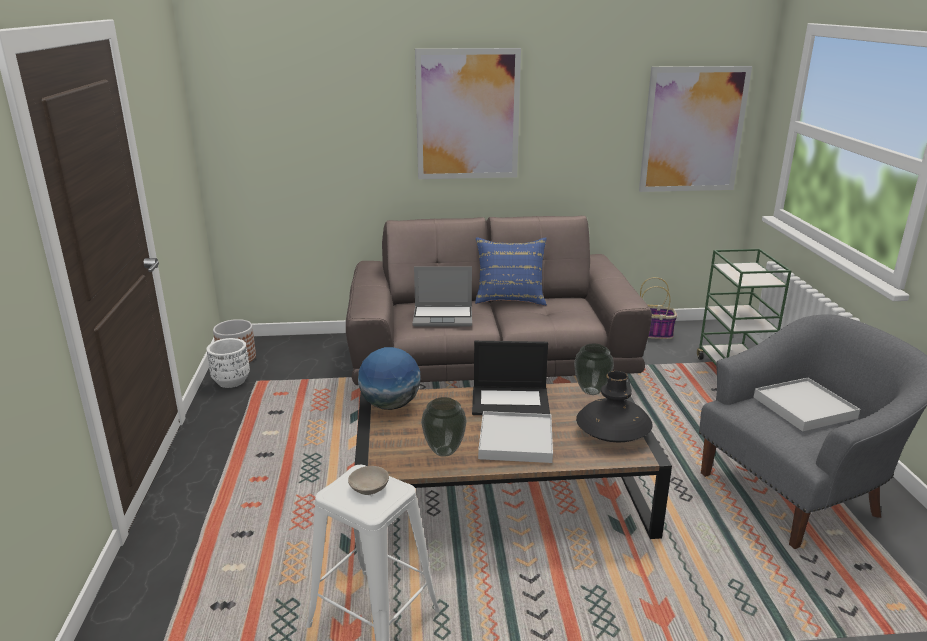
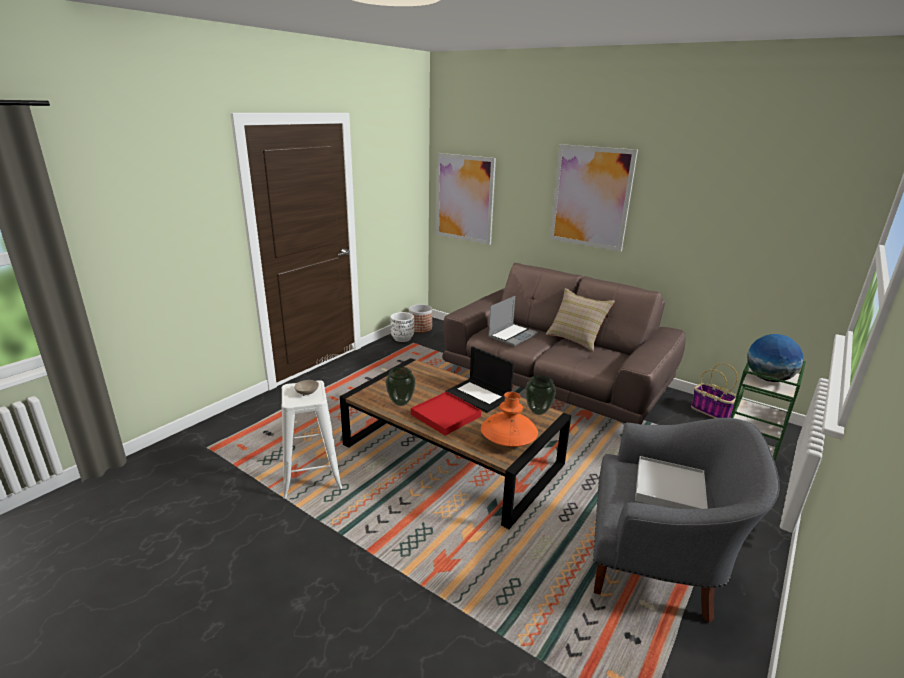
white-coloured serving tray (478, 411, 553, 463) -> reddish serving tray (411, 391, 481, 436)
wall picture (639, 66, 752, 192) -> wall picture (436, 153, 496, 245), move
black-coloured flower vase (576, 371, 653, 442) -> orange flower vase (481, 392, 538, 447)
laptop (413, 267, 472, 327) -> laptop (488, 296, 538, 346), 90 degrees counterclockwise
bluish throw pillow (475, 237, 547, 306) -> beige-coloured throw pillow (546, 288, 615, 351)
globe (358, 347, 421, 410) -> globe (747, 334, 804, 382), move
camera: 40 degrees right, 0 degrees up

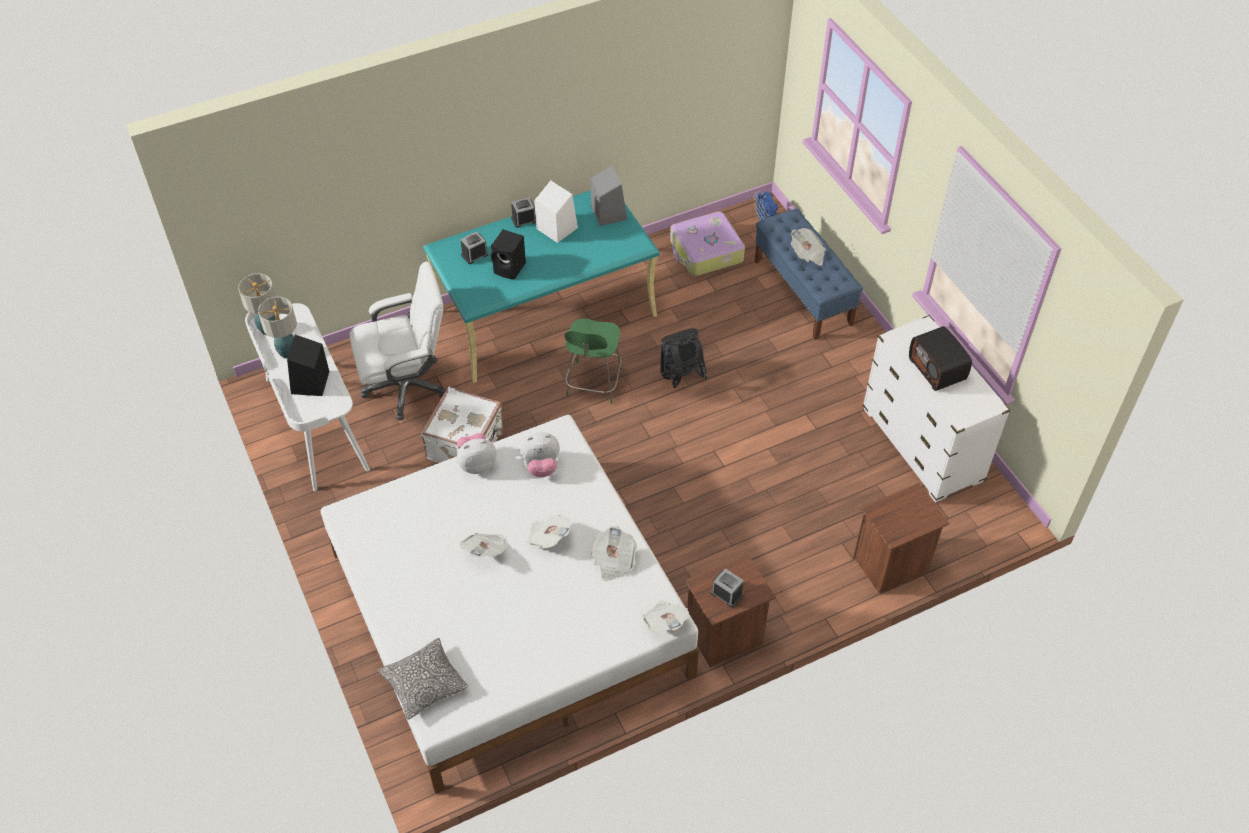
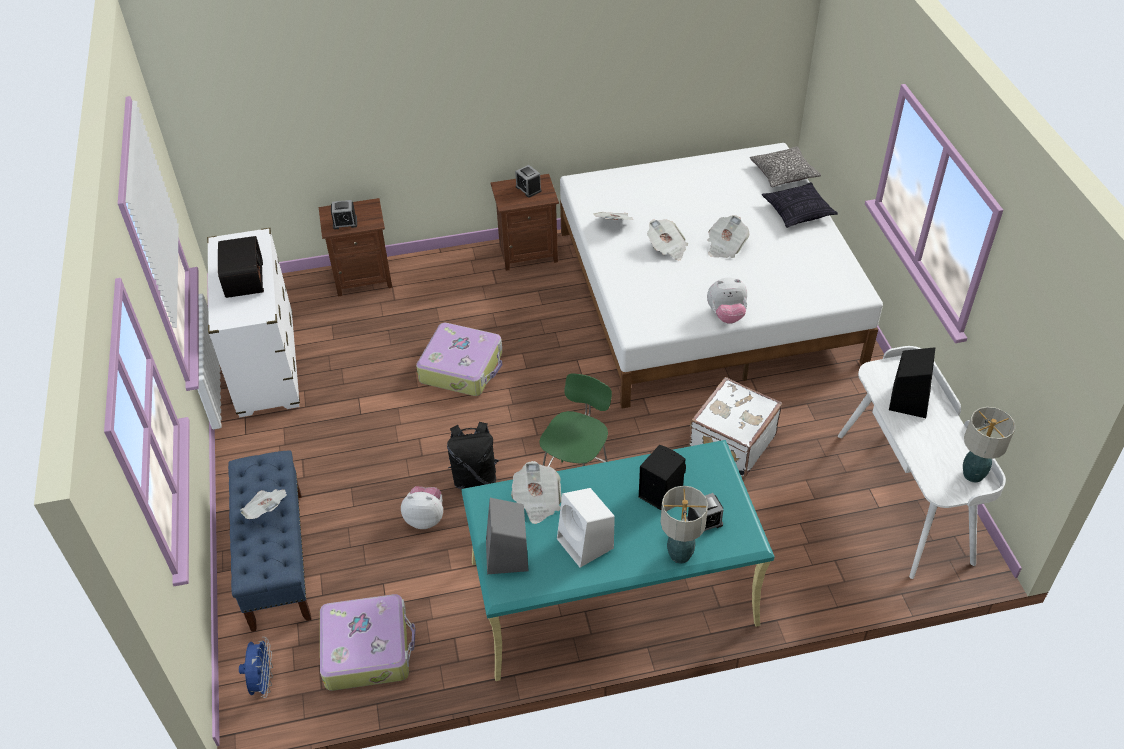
table clock (511, 198, 536, 228) -> table clock (331, 200, 357, 230), move
plush toy (520, 432, 560, 477) -> plush toy (401, 486, 443, 529), move
none -> piece of luggage (416, 323, 502, 396)
newspaper (642, 600, 690, 633) -> newspaper (511, 461, 562, 524), move
lamp for a table (258, 297, 297, 359) -> lamp for a table (660, 486, 708, 564), move
none -> throw pillow (762, 182, 838, 228)
white-coloured desk chair (349, 261, 445, 420) -> none
camera: 165 degrees left, 5 degrees down

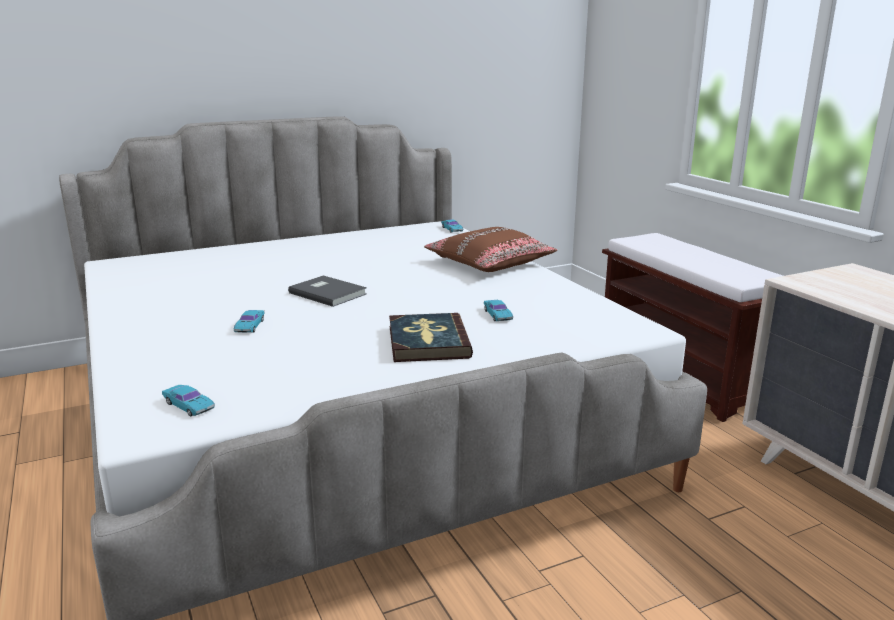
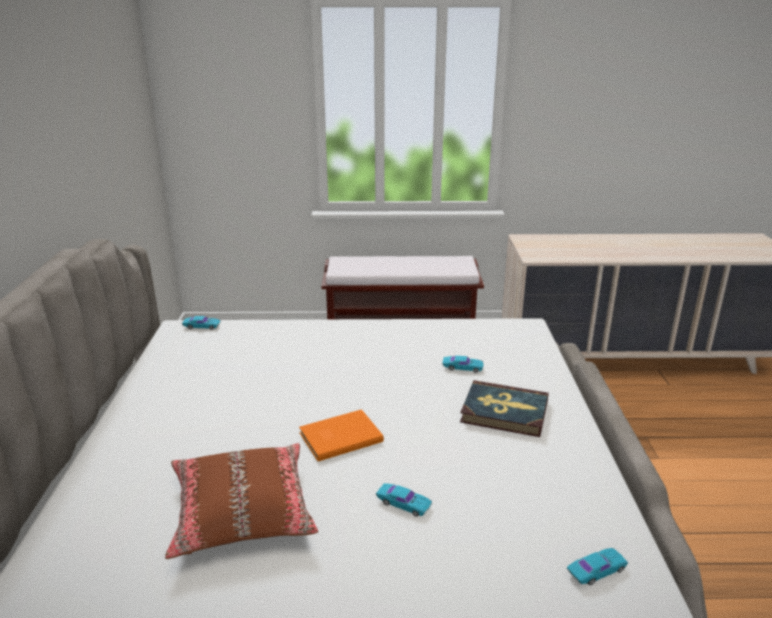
brownish throw pillow (424, 227, 557, 272) -> brownish throw pillow (165, 443, 318, 559), move
grey book (288, 276, 367, 307) -> orange book (299, 409, 384, 461)
camera: 65 degrees left, 5 degrees up

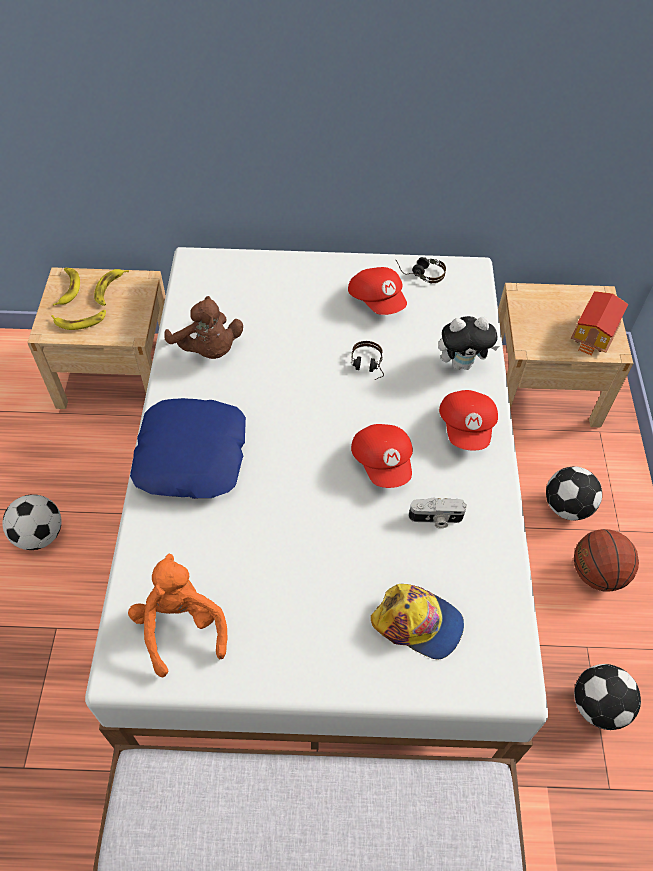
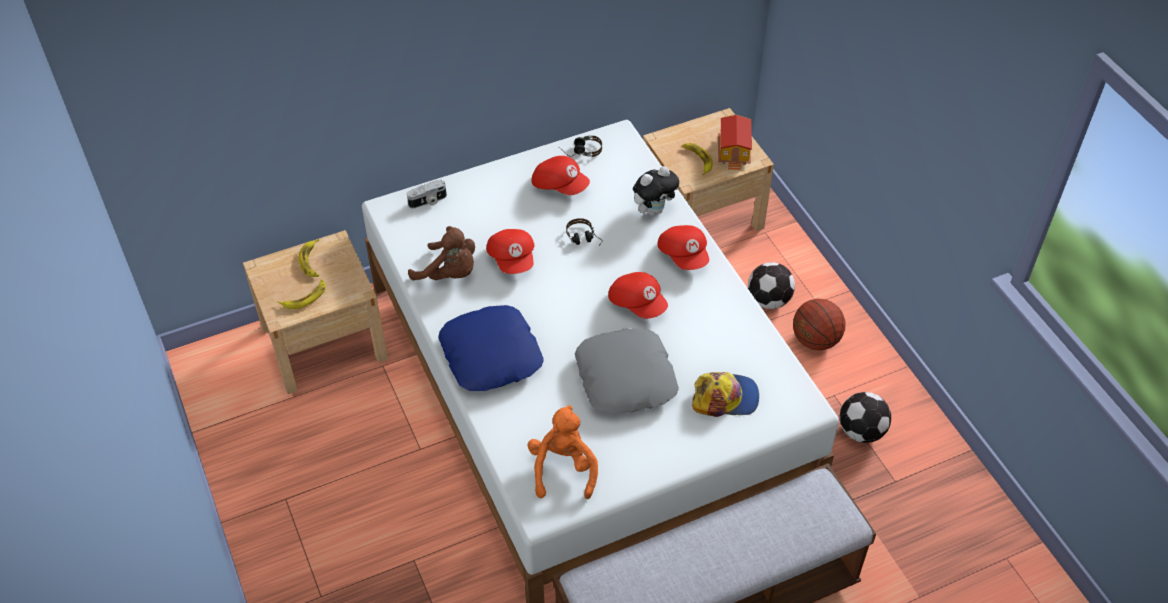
still camera (409, 497, 467, 529) -> still camera (407, 180, 447, 209), move
none -> reddish peaked cap (486, 229, 534, 274)
orange plush toy (128, 554, 227, 677) -> orange plush toy (527, 405, 598, 499), 45 degrees clockwise
none -> grey throw pillow (575, 328, 679, 414)
banana fruit (53, 268, 80, 306) -> banana fruit (682, 143, 713, 175), move
football (2, 494, 62, 550) -> none
camera: 25 degrees left, 5 degrees down

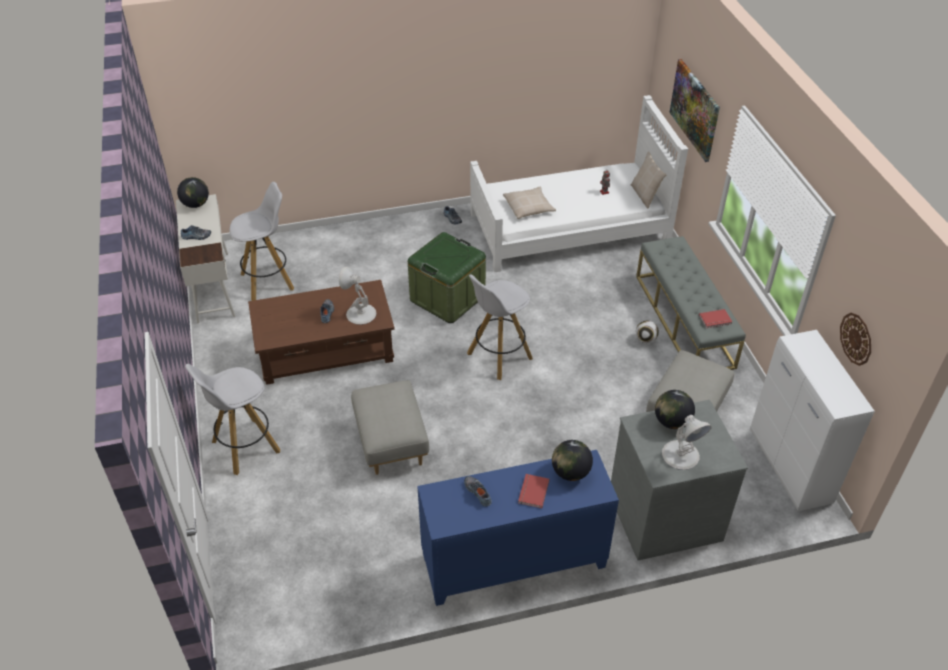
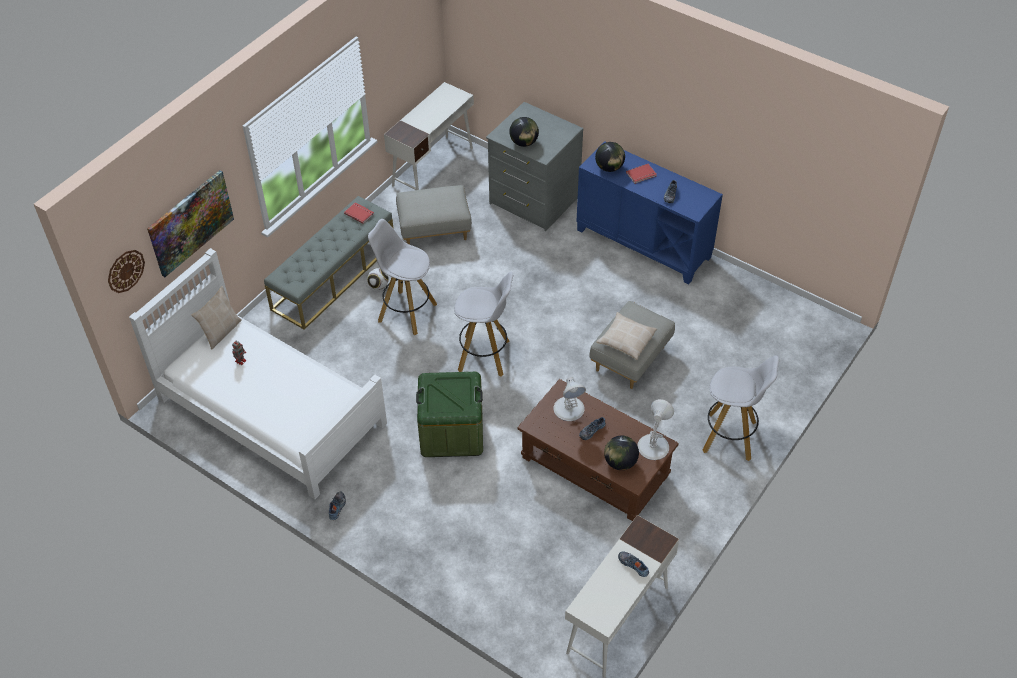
hanging clock (840, 313, 871, 366) -> hanging clock (108, 250, 145, 293), move
white-coloured stool (229, 182, 294, 301) -> white-coloured stool (368, 219, 437, 335), move
white-coloured cupboard (750, 330, 875, 511) -> white-coloured desk unit (384, 82, 474, 190)
beige-coloured throw pillow (503, 186, 556, 219) -> beige-coloured throw pillow (596, 312, 657, 360), move
globe (177, 177, 209, 208) -> globe (604, 436, 639, 470), move
white-coloured lamp for a table (662, 415, 712, 470) -> white-coloured lamp for a table (637, 399, 674, 460), move
camera: 130 degrees left, 5 degrees up

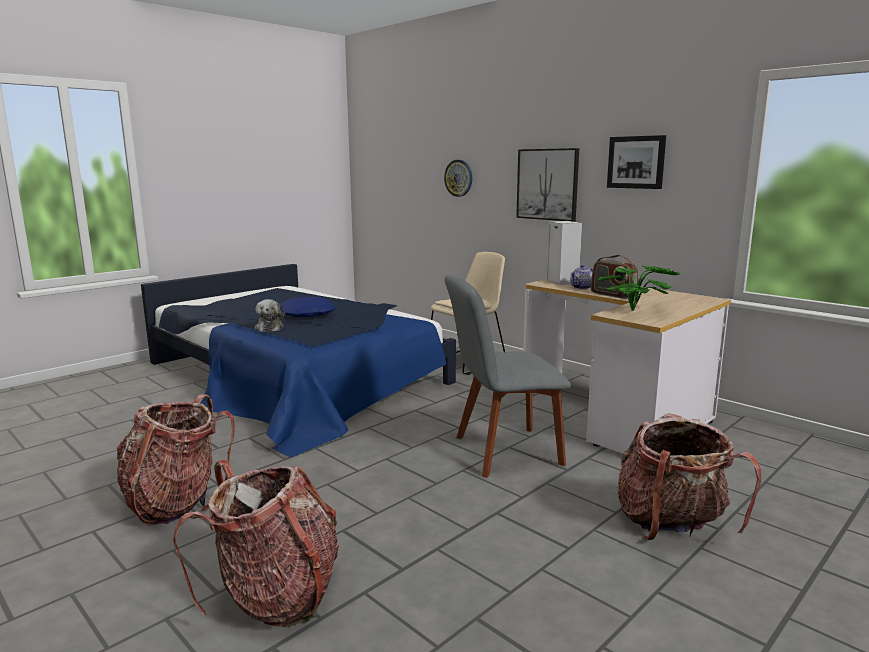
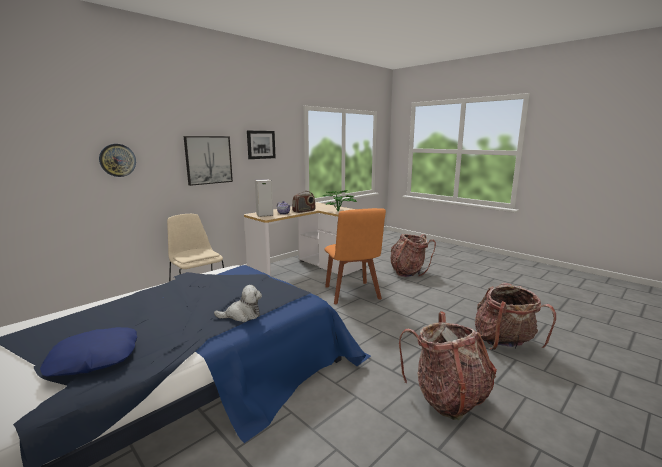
bluish throw pillow (279, 297, 336, 317) -> bluish throw pillow (40, 327, 137, 377), move
grey upright chair (444, 275, 571, 478) -> orange upright chair (324, 208, 386, 304)
camera: 90 degrees left, 0 degrees up

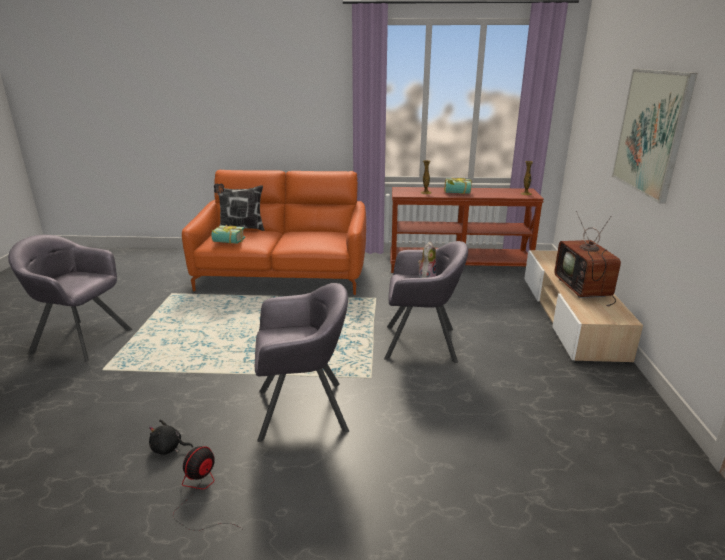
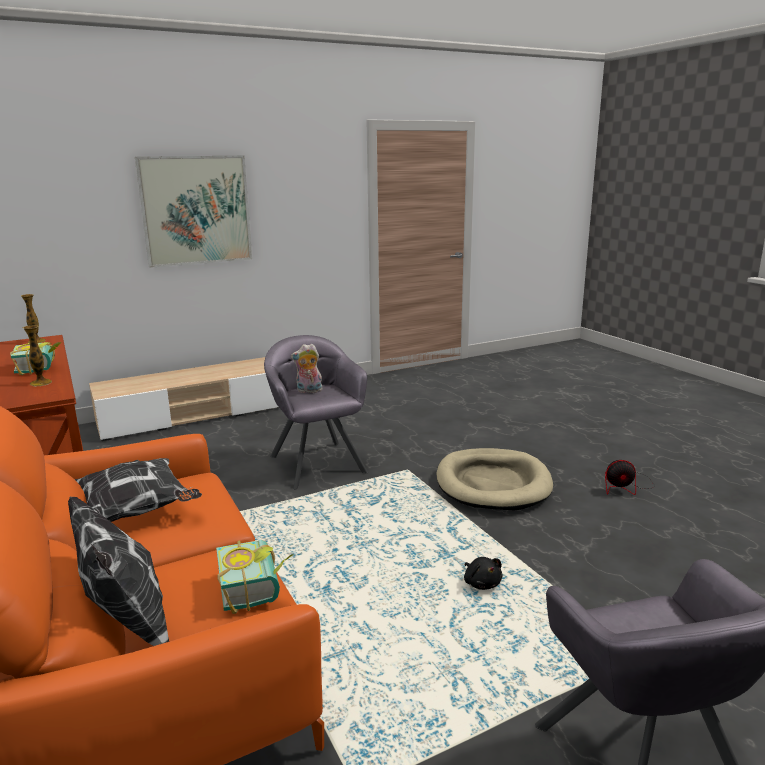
none -> throw pillow (75, 458, 202, 522)
grey lounge chair (255, 283, 349, 442) -> beige-coloured dog bed (436, 448, 553, 510)
black-coloured plush toy (149, 420, 193, 455) -> black-coloured plush toy (464, 557, 502, 590), move
TV (554, 211, 621, 307) -> none
camera: 120 degrees left, 5 degrees down

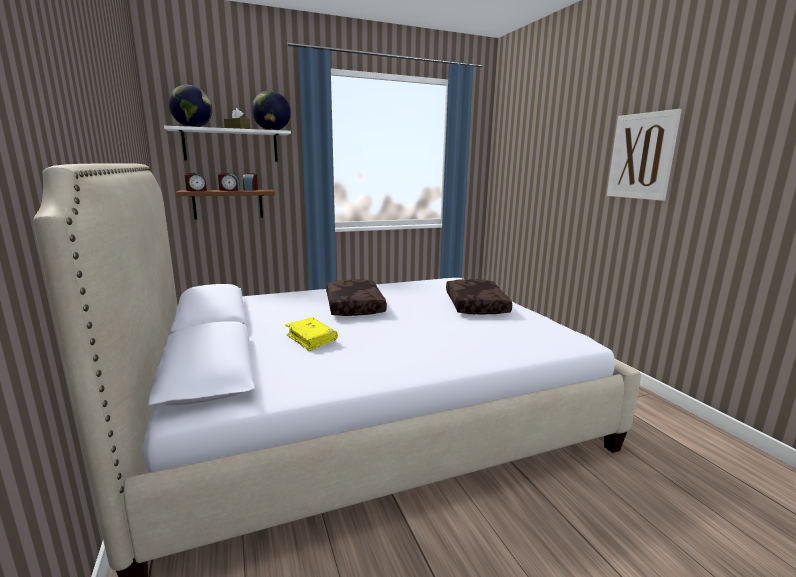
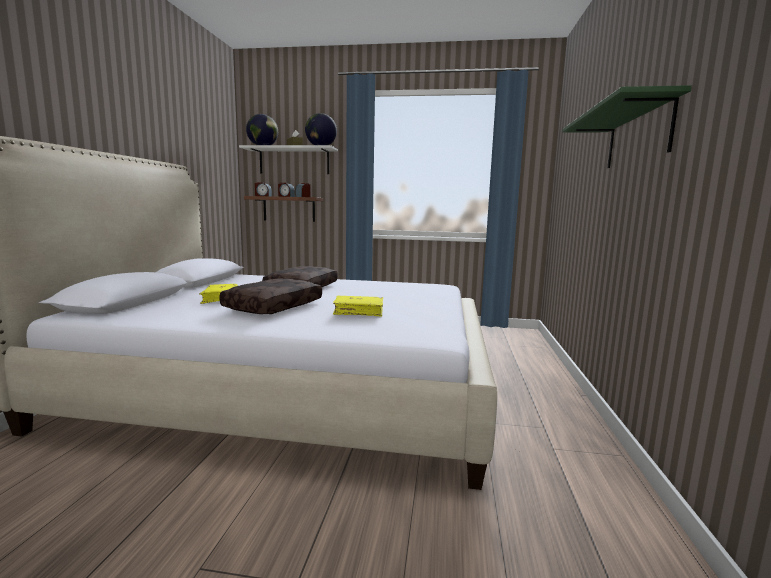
brownish throw pillow (446, 279, 512, 314) -> brownish throw pillow (219, 279, 322, 314), move
none -> yellow book (333, 296, 383, 317)
wall picture (607, 109, 682, 201) -> green-coloured bracket shelf (562, 85, 692, 168)
camera: 30 degrees right, 5 degrees down

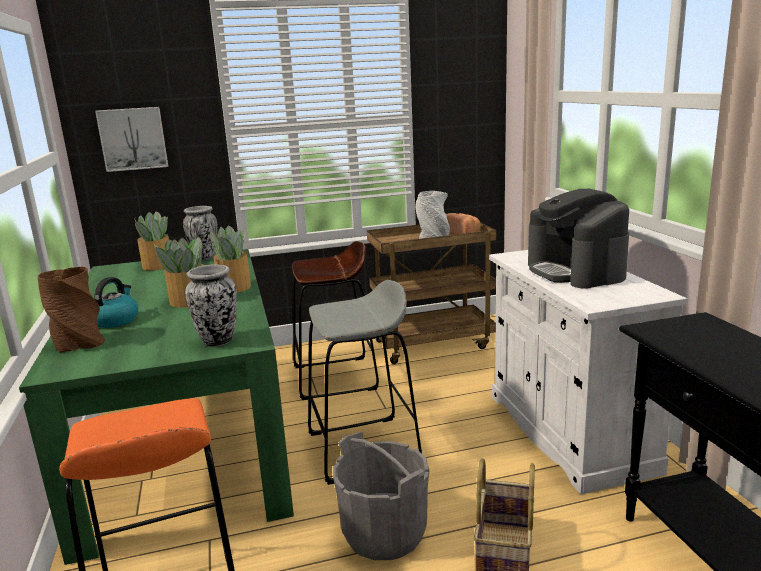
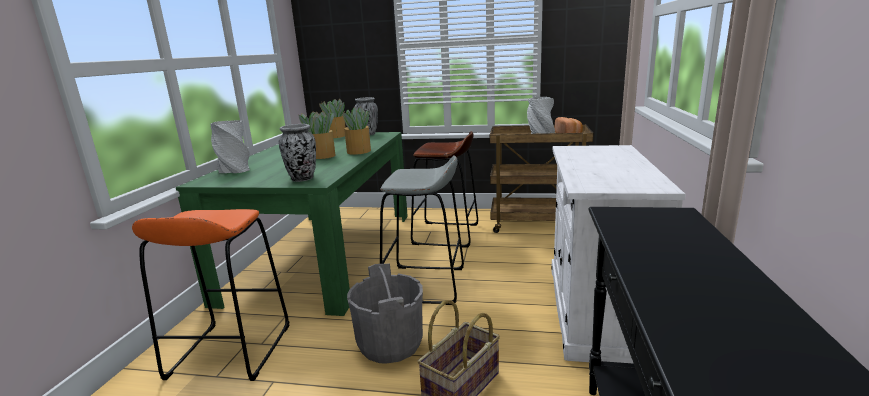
brownish flower vase (38, 267, 105, 352) -> grey flower vase (211, 120, 250, 173)
wall picture (95, 107, 168, 172) -> none
tea kettle (95, 277, 138, 328) -> none
coffee brewer (528, 189, 629, 289) -> none
camera: 25 degrees right, 0 degrees up

